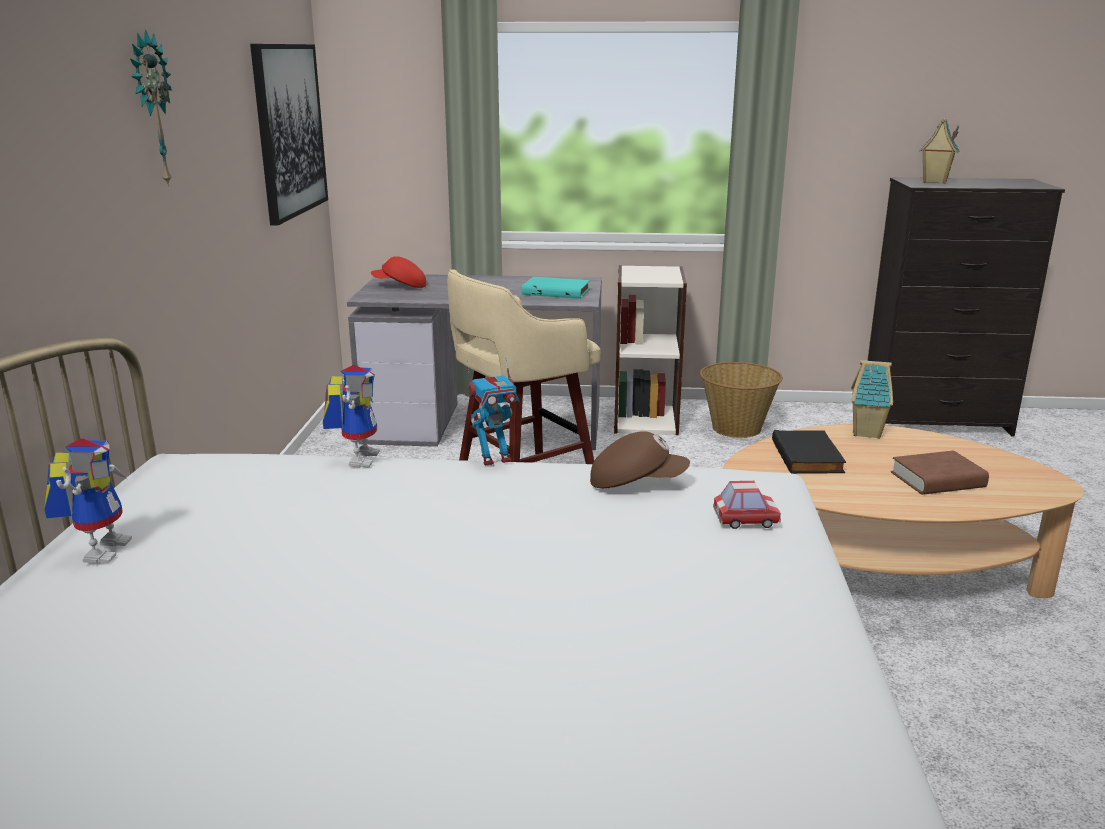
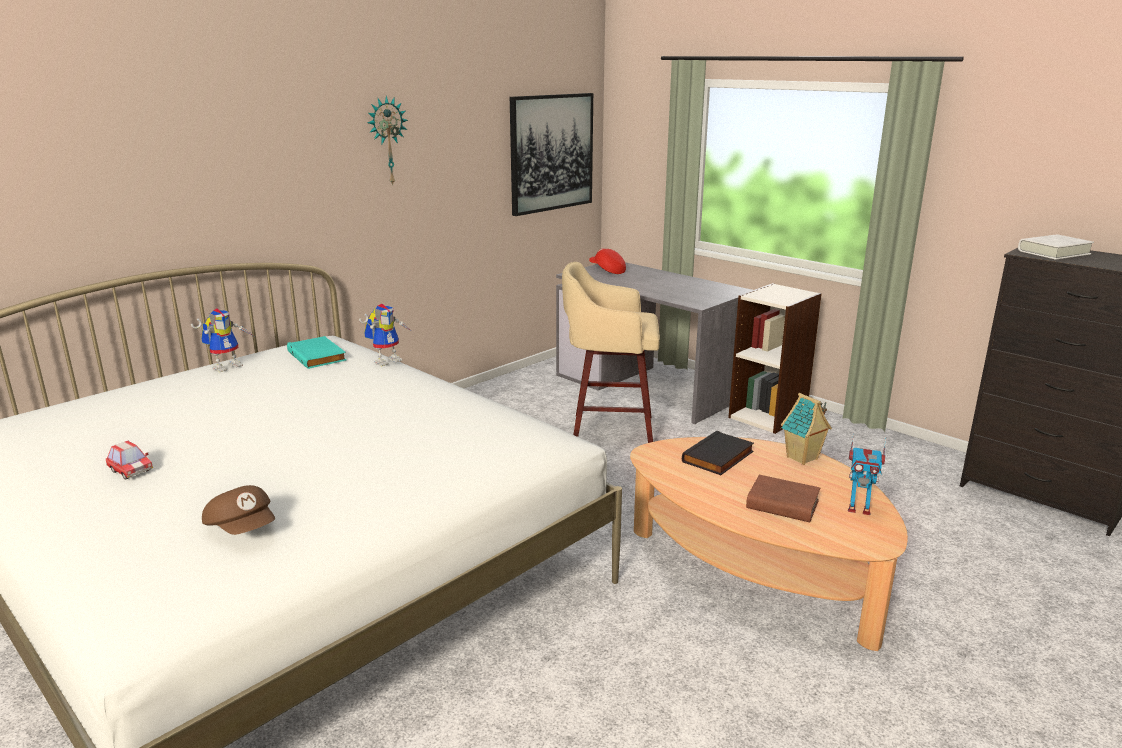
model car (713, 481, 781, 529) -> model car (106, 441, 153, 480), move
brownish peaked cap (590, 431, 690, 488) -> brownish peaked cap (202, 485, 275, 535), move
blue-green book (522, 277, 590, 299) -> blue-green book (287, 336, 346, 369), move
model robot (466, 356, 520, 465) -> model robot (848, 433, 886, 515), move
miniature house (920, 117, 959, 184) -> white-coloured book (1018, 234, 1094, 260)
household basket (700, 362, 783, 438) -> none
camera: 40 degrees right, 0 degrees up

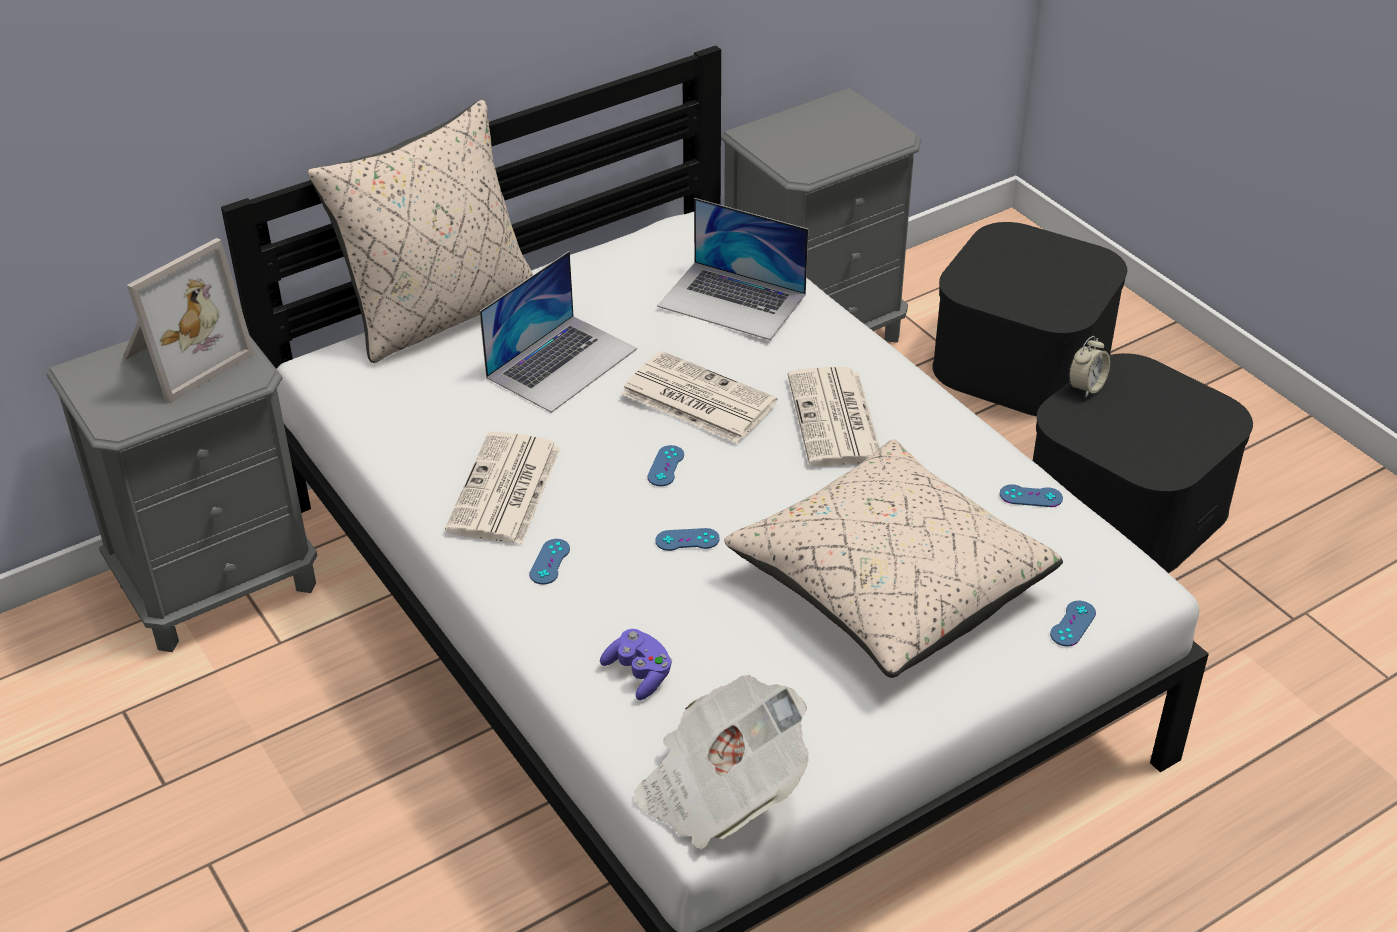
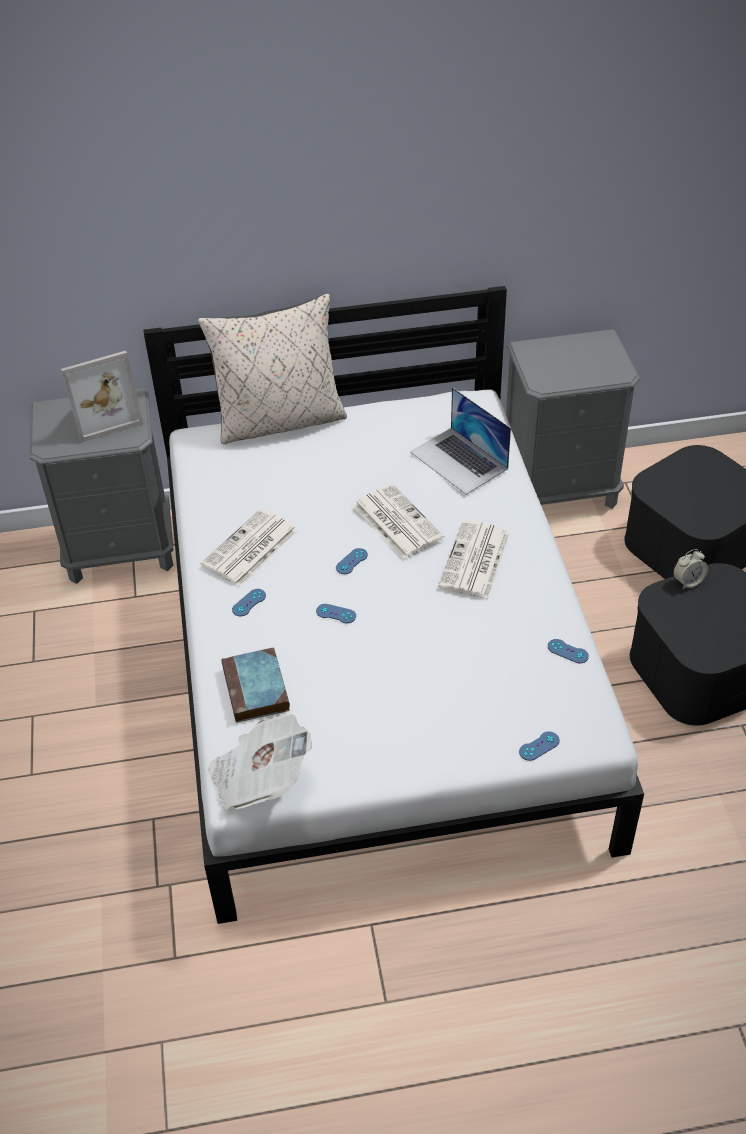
purple gamepad (600, 629, 672, 700) -> book (221, 647, 290, 723)
laptop (479, 251, 637, 413) -> none
beige-coloured throw pillow (724, 440, 1063, 678) -> none
camera: 25 degrees right, 5 degrees up

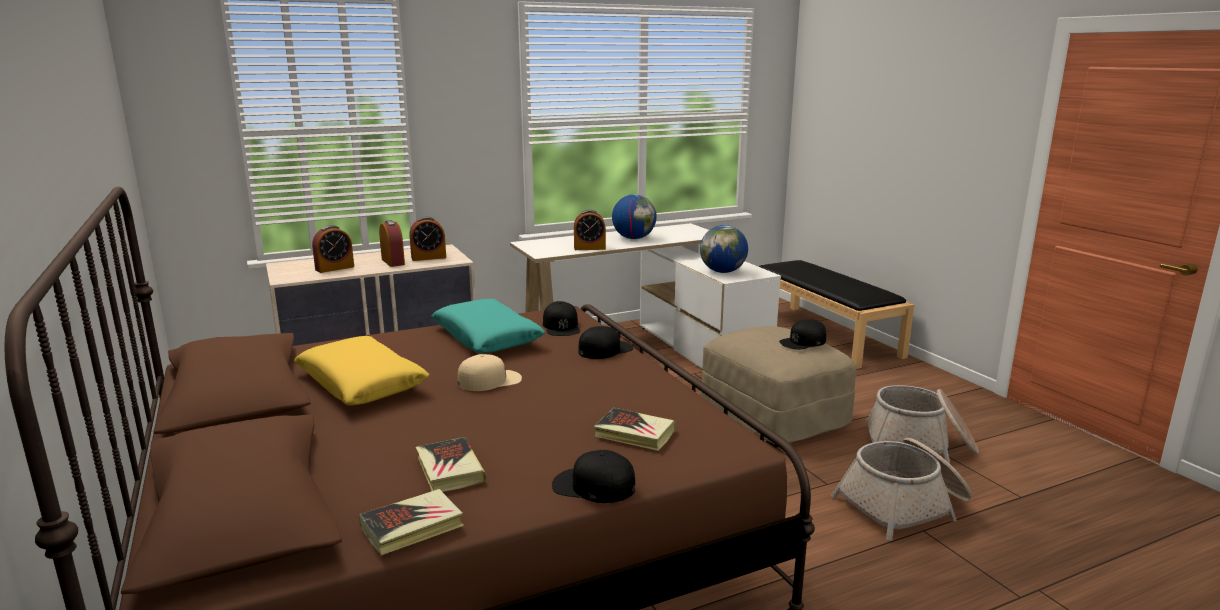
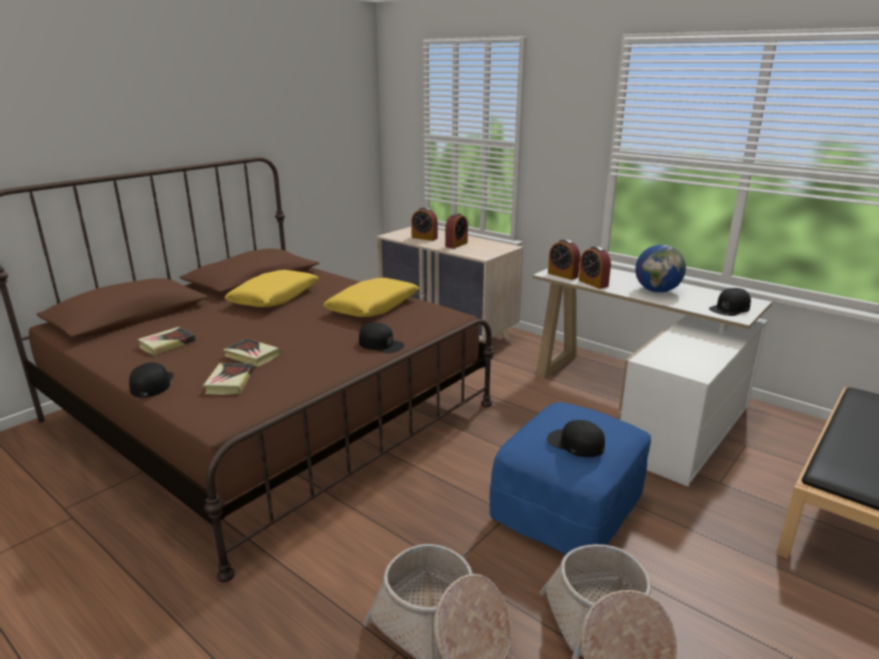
book (359, 489, 464, 555) -> book (223, 338, 281, 367), move
blue-green throw pillow (432, 299, 545, 353) -> yellow throw pillow (323, 278, 419, 317)
beige-coloured ottoman (701, 326, 856, 448) -> bluish ottoman (490, 402, 651, 554)
table clock (409, 217, 446, 261) -> table clock (548, 239, 580, 280), move
black-coloured peaked cap (543, 301, 580, 336) -> black-coloured peaked cap (709, 288, 751, 316), move
beige-coloured peaked cap (457, 354, 522, 391) -> none
globe (700, 225, 748, 273) -> none
camera: 65 degrees right, 5 degrees up

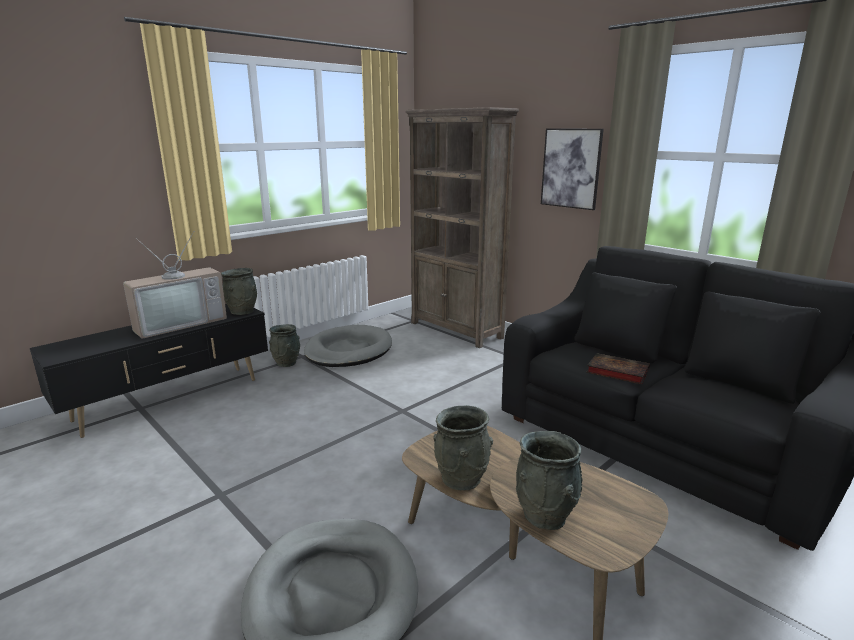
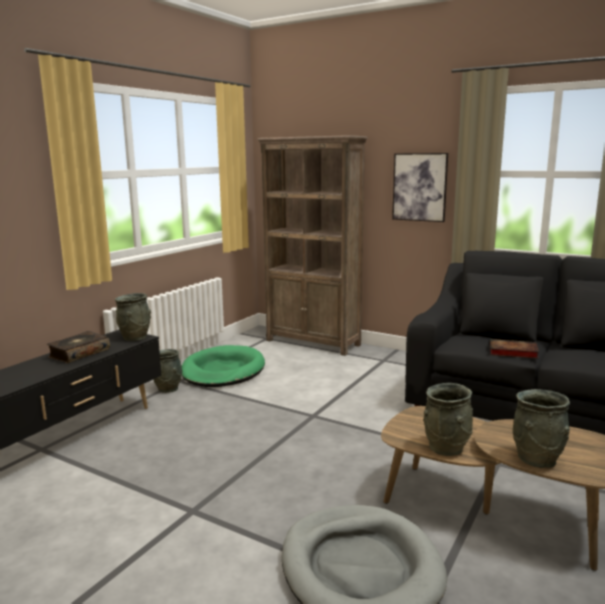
TV (123, 231, 227, 339) -> book (47, 331, 110, 363)
grey dog bed (304, 325, 392, 367) -> green-coloured dog bed (182, 345, 265, 387)
camera: 15 degrees left, 5 degrees down

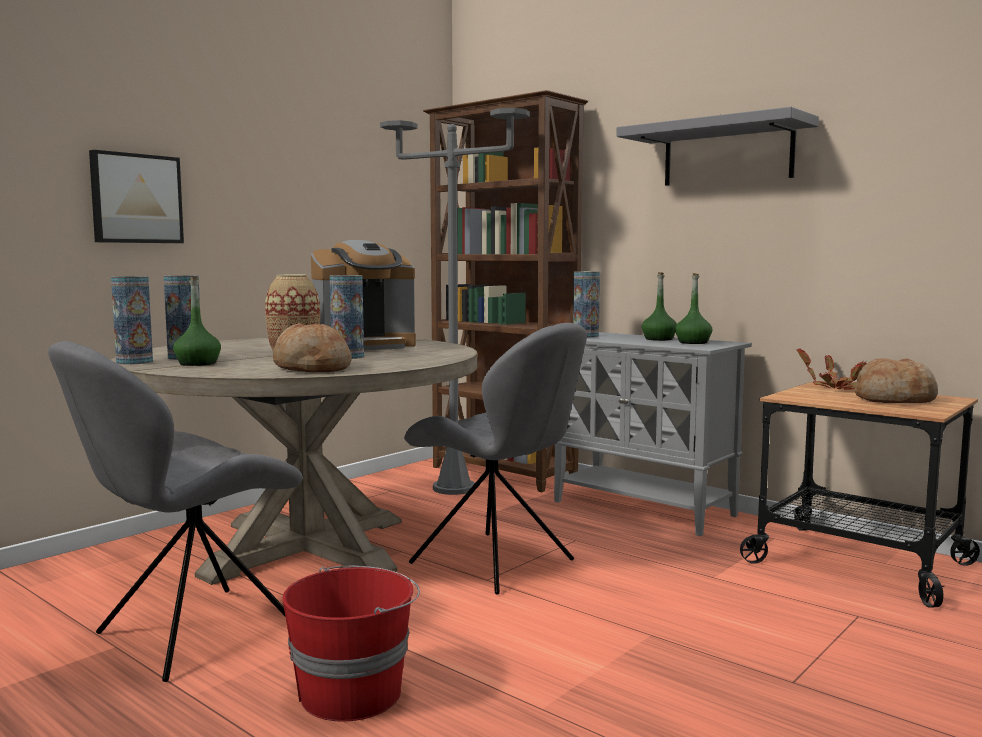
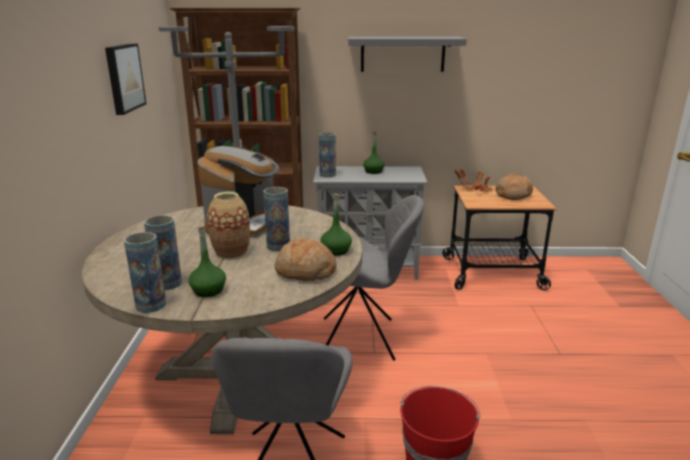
wall picture (89, 150, 184, 243) -> wall picture (105, 43, 146, 115), move
green-coloured beverage bottle (675, 273, 712, 344) -> green-coloured beverage bottle (321, 194, 352, 256), move
camera: 40 degrees left, 15 degrees up

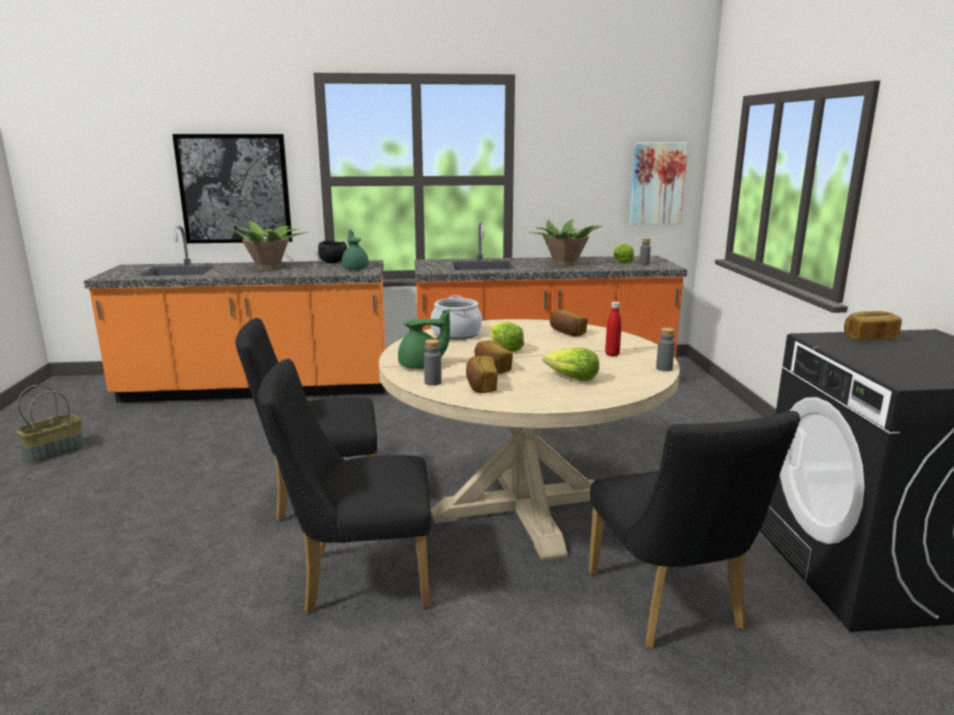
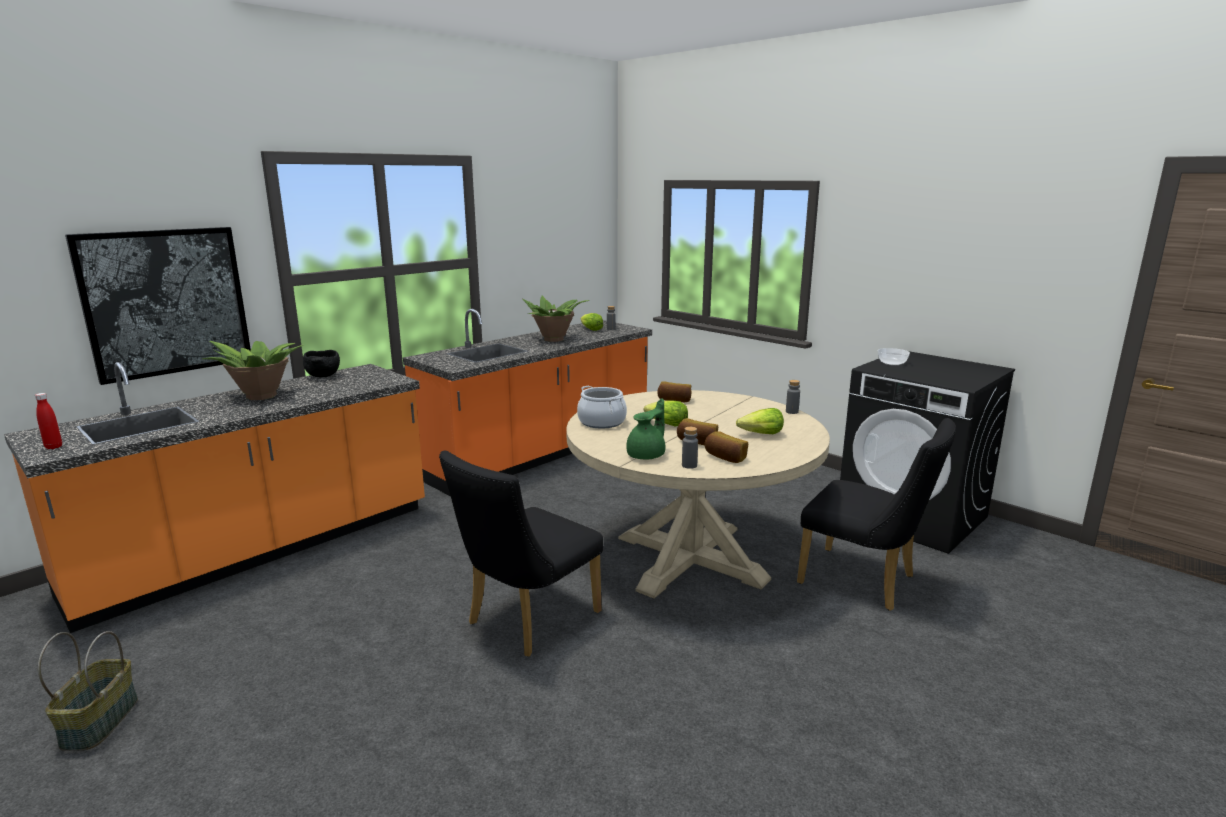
reddish beverage bottle (605, 302, 621, 356) -> reddish beverage bottle (35, 393, 62, 449), move
bakery bread (844, 311, 902, 341) -> serving bowl (878, 348, 910, 365)
black-coloured upright chair (257, 359, 431, 613) -> none
green-coloured pot for tea (342, 230, 369, 269) -> none
wall picture (629, 142, 688, 225) -> none
camera: 40 degrees left, 0 degrees up

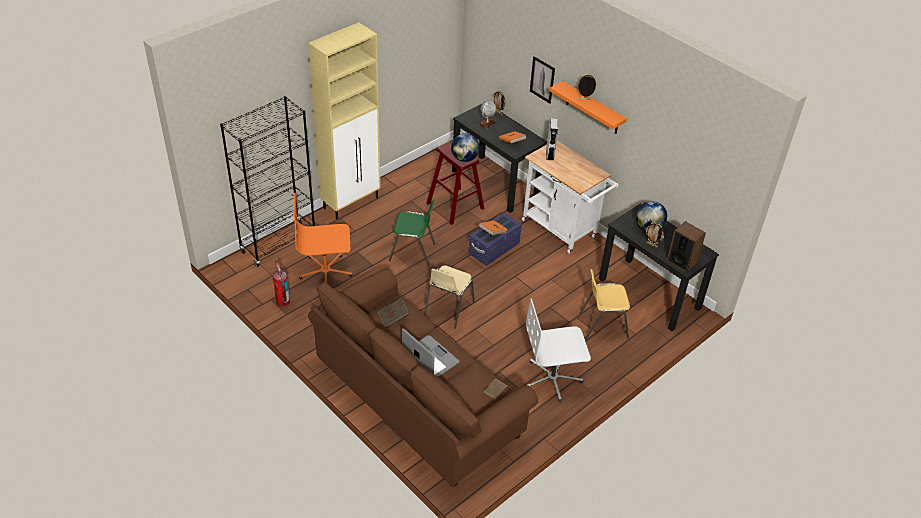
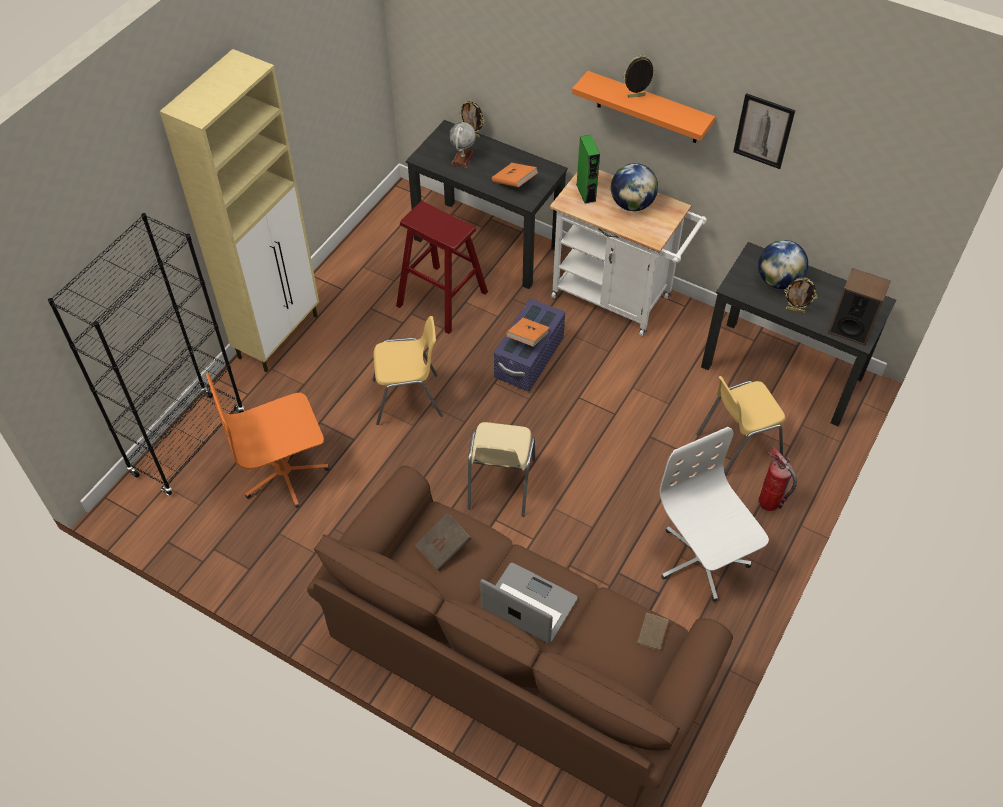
green-coloured upright chair (389, 199, 435, 266) -> yellow upright chair (373, 316, 443, 425)
grey speaker (546, 118, 558, 160) -> green-coloured speaker (576, 135, 600, 204)
globe (451, 133, 480, 162) -> globe (611, 163, 658, 211), move
white-coloured desk chair (526, 298, 591, 402) -> white-coloured desk chair (660, 427, 769, 602), 90 degrees clockwise
wall picture (530, 56, 555, 104) -> wall picture (733, 93, 795, 169), move
extinguisher (273, 261, 290, 307) -> extinguisher (759, 448, 797, 511), move
camera: 15 degrees left, 10 degrees up

